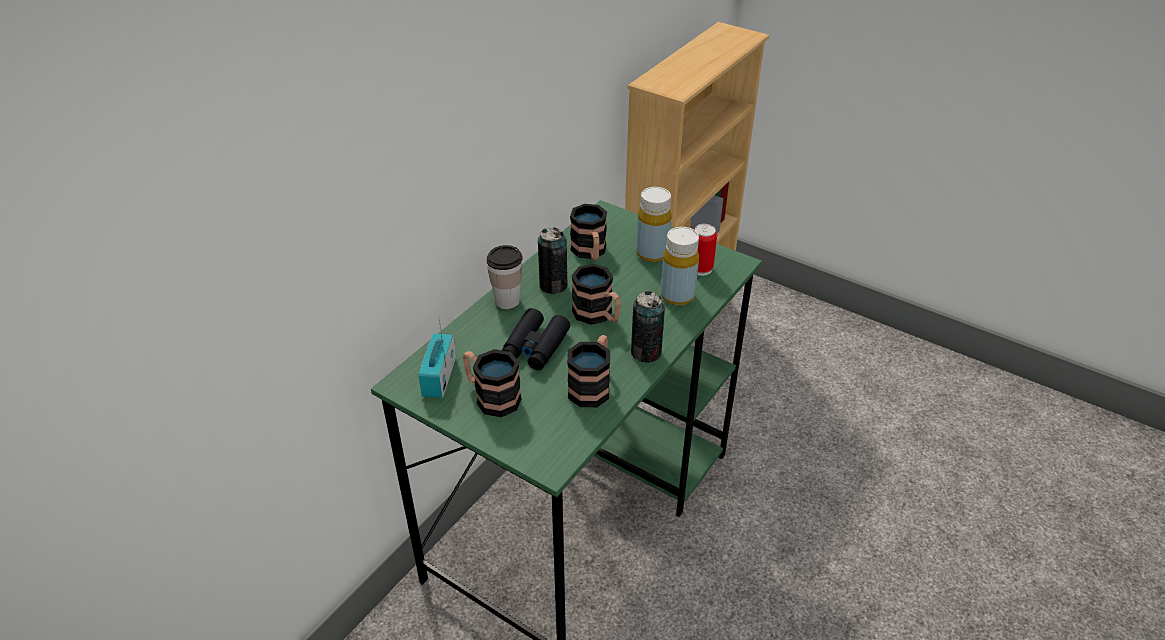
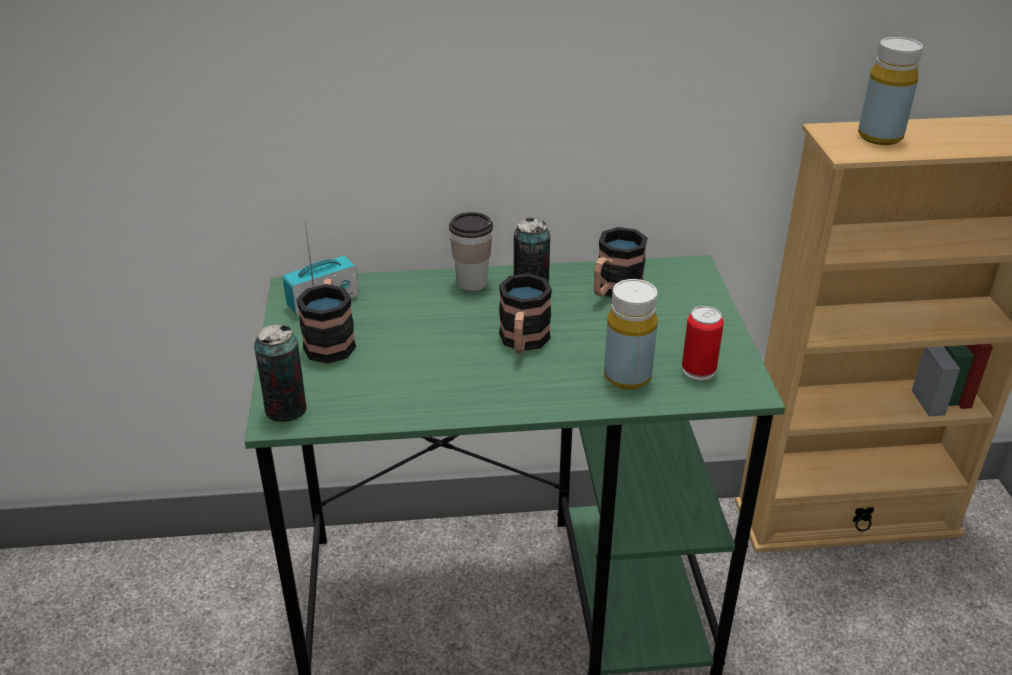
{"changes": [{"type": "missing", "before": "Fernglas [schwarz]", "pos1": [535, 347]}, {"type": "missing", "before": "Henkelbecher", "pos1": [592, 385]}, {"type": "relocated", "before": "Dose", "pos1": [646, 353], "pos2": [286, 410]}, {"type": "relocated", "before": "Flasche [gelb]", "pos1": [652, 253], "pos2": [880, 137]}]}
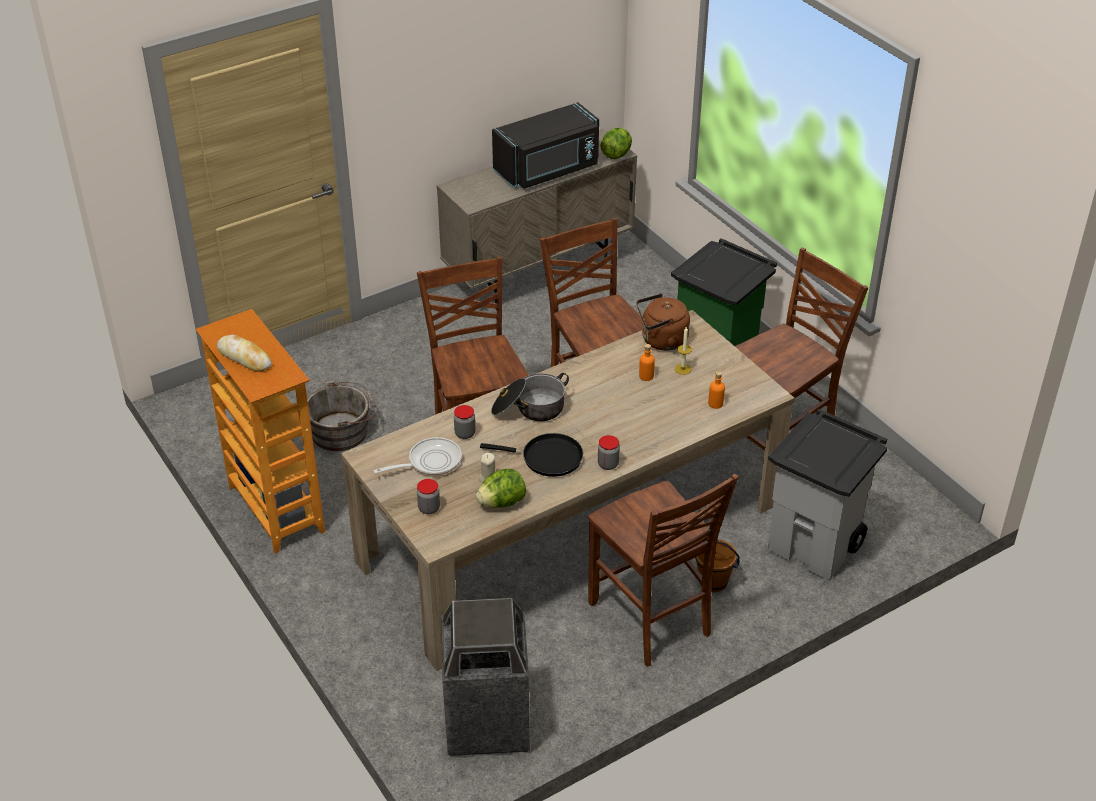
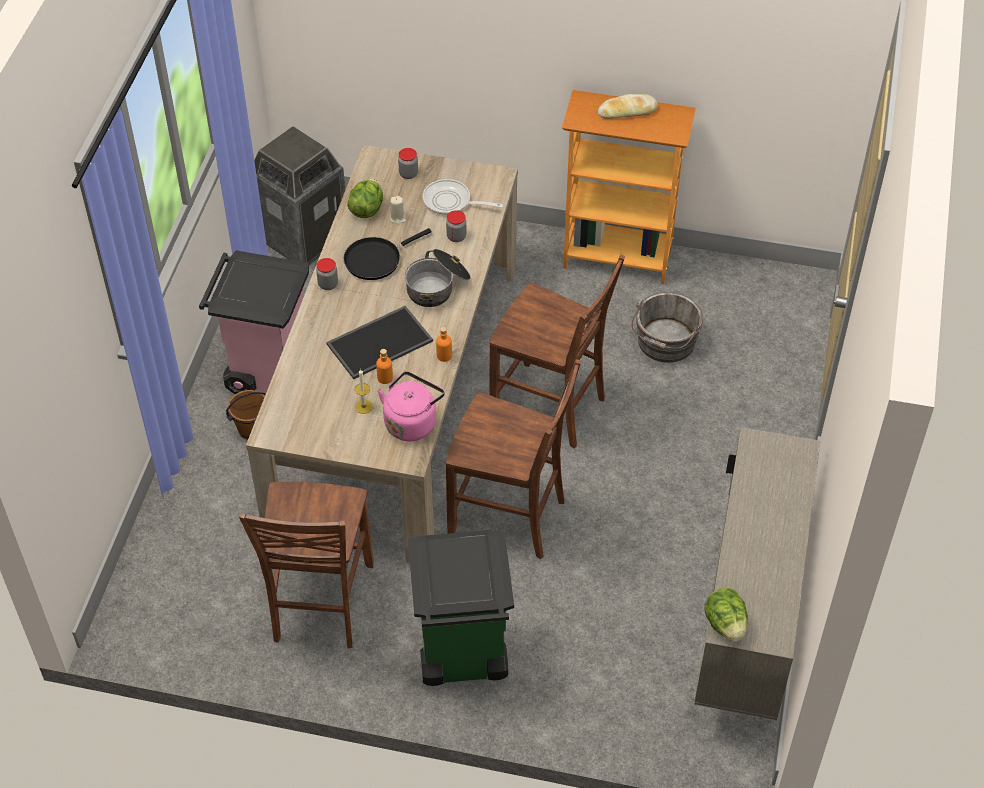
{"changes": [{"type": "missing", "before": "Mikrowelle [schwarz]", "pos1": [548, 170]}, {"type": "missing", "before": "Mülleimer [grau]", "pos1": [816, 546]}, {"type": "appeared", "after": "Tablett", "pos2": [380, 341]}, {"type": "relocated", "before": "Flasche [orange]", "pos1": [715, 404], "pos2": [444, 356]}, {"type": "exchanged", "before": "Stuhl [braun]", "after": "Mülleimer [rosa]", "pos1": [651, 620], "pos2": [268, 370]}, {"type": "colour", "before": "Wasserkessel [braun]", "after": "Wasserkessel [rosa]", "pos1": [661, 341], "pos2": [412, 422]}, {"type": "spun", "before": "Pfanne", "pos1": [430, 462], "pos2": [451, 202], "turn": 90}]}
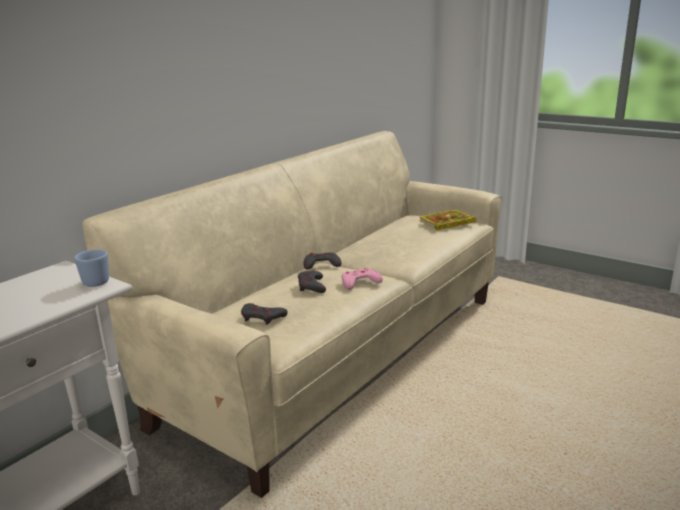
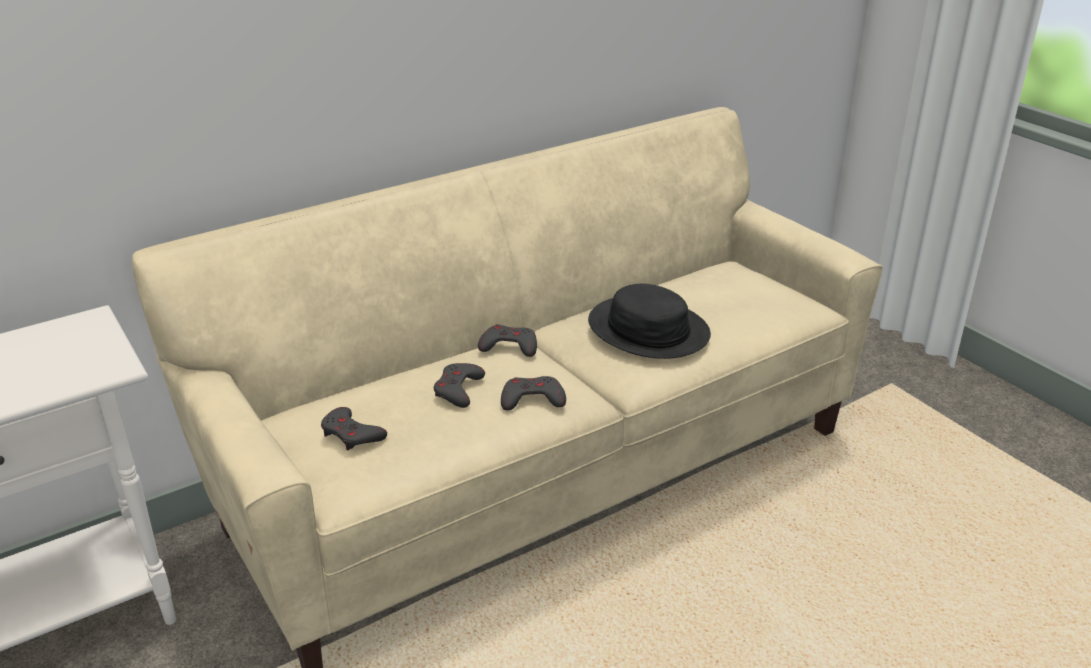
{"changes": [{"type": "missing", "before": "Henkelbecher [blau]", "pos1": [98, 281]}, {"type": "missing", "before": "Buch", "pos1": [446, 223]}, {"type": "appeared", "after": "Hut [schwarz]", "pos2": [648, 330]}, {"type": "colour", "before": "Gamepad [rosa]", "after": "Gamepad [grau]", "pos1": [359, 282], "pos2": [532, 399]}]}
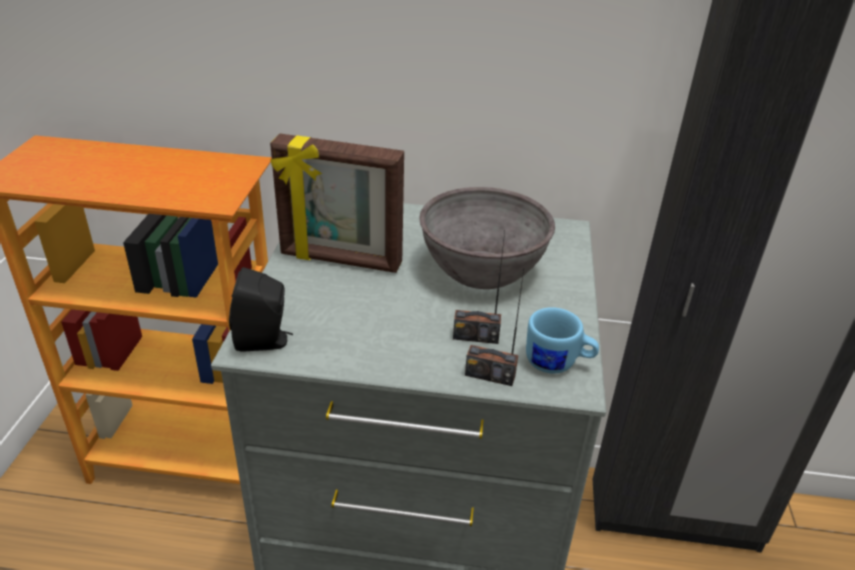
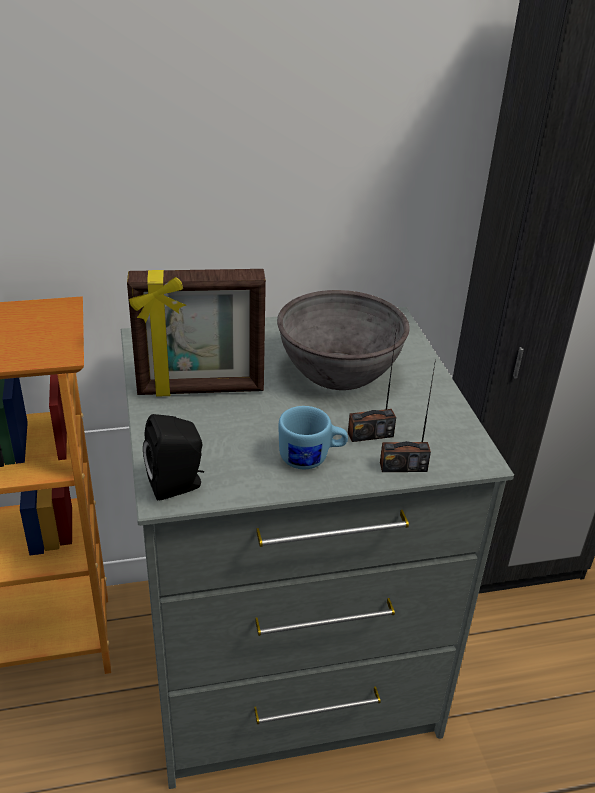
{"changes": [{"type": "relocated", "before": "Henkelbecher [blau]", "pos1": [558, 364], "pos2": [311, 458]}]}
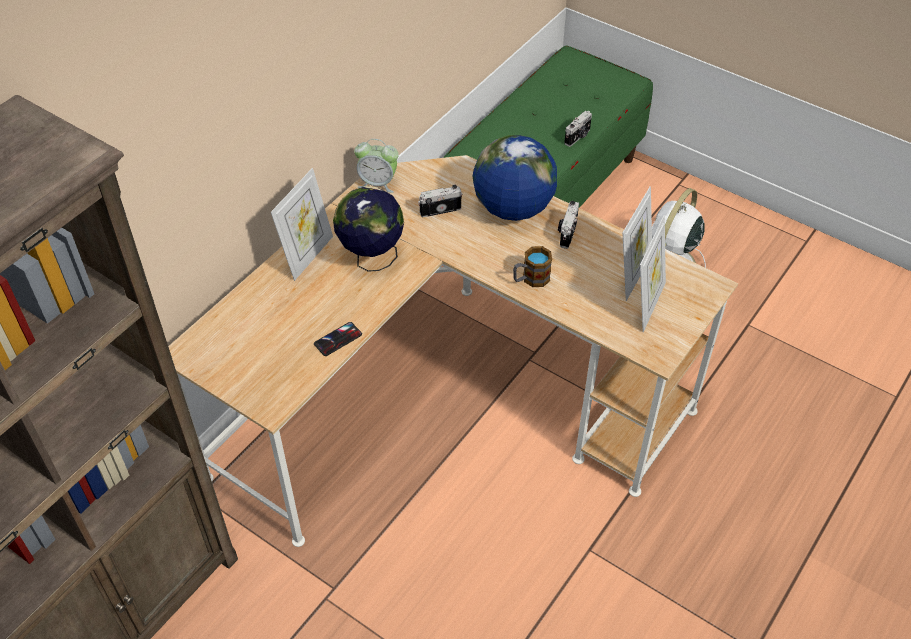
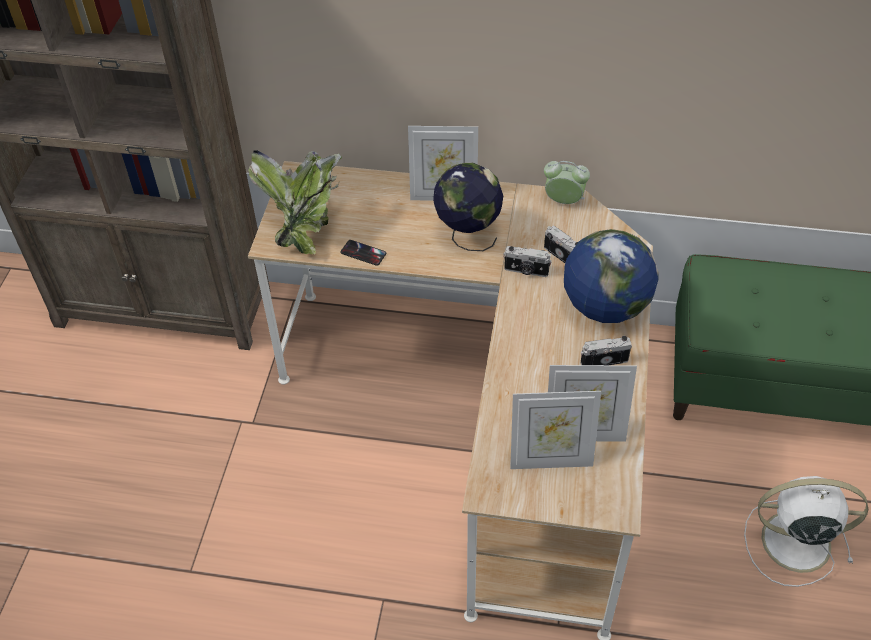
{"changes": [{"type": "missing", "before": "Henkelbecher", "pos1": [530, 279]}, {"type": "appeared", "after": "Topfpflanze", "pos2": [305, 224]}, {"type": "relocated", "before": "Kamera", "pos1": [578, 137], "pos2": [526, 271]}, {"type": "spun", "before": "Wecker", "pos1": [378, 183], "pos2": [563, 201], "turn": 120}]}
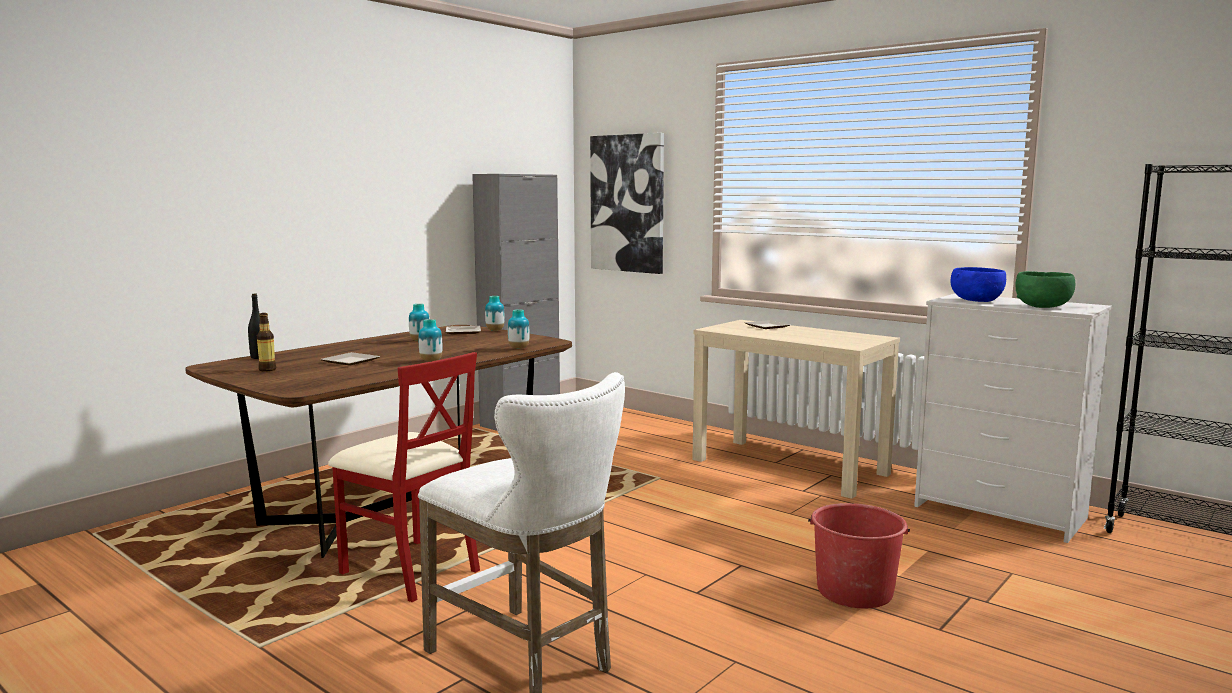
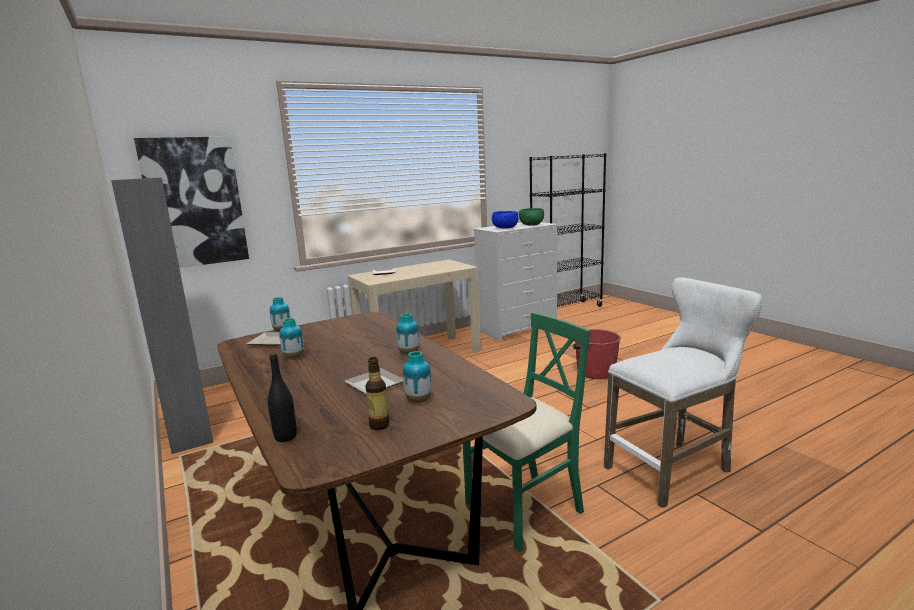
{"changes": [{"type": "relocated", "before": "Vase", "pos1": [518, 348], "pos2": [418, 400]}, {"type": "colour", "before": "Stuhl [rot]", "after": "Stuhl [grün]", "pos1": [410, 570], "pos2": [524, 510]}]}
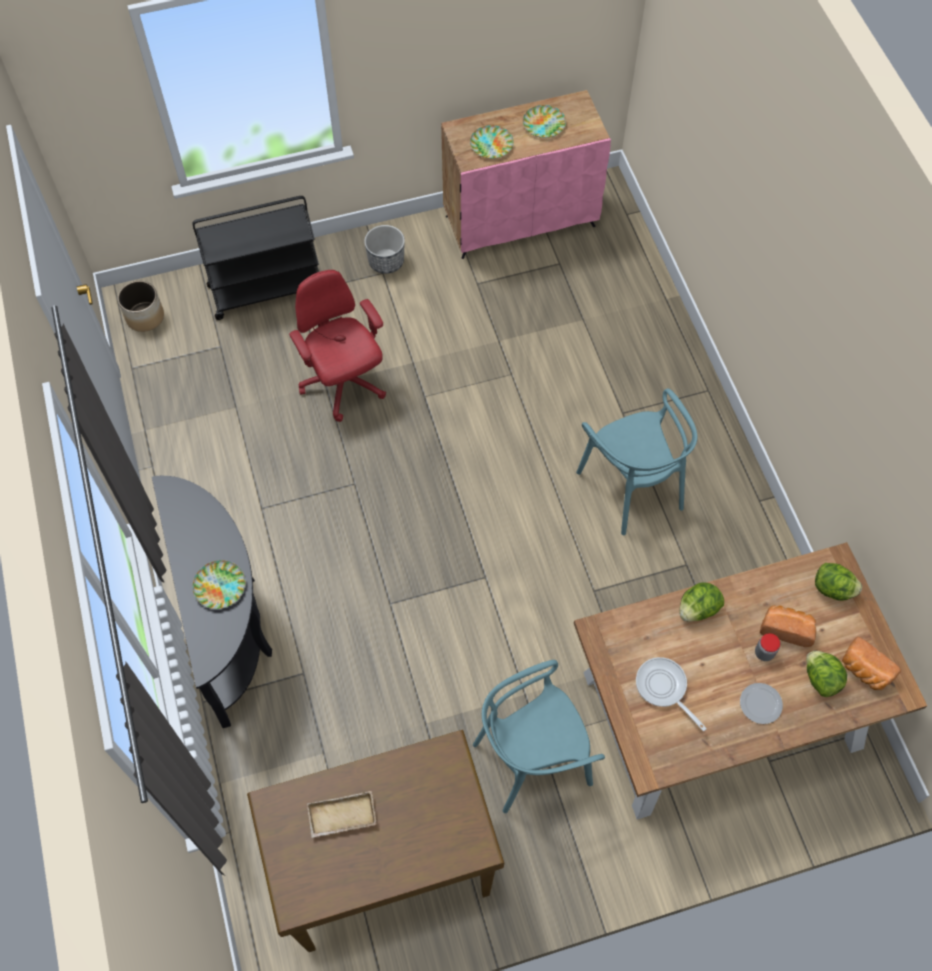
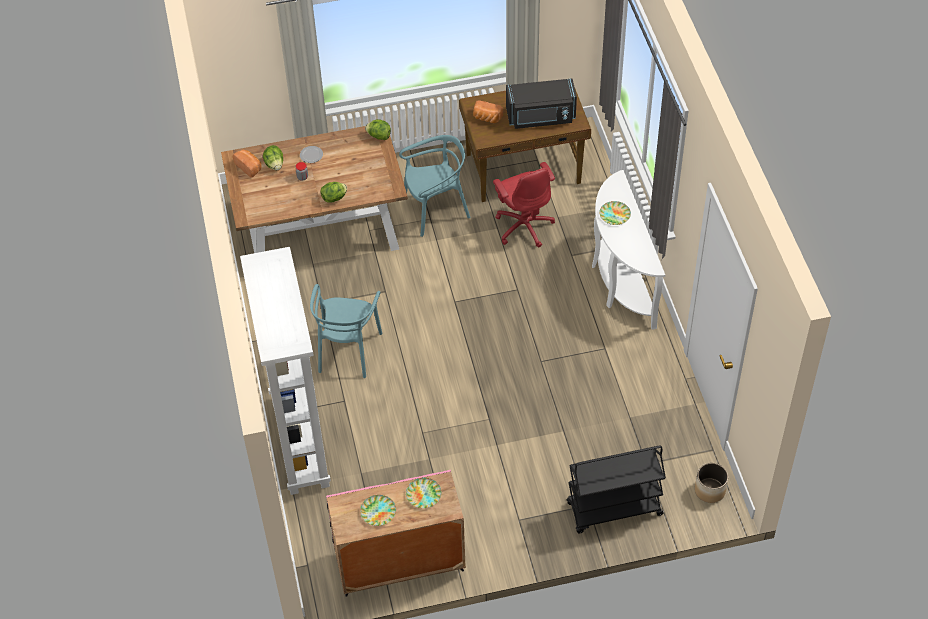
{"changes": [{"type": "missing", "before": "Pflanzkübel", "pos1": [386, 261]}, {"type": "missing", "before": "Pfanne", "pos1": [663, 688]}, {"type": "appeared", "after": "Bücherregal [weiß]", "pos2": [299, 442]}, {"type": "relocated", "before": "Bürostuhl [rot]", "pos1": [344, 384], "pos2": [524, 226]}, {"type": "relocated", "before": "Brot", "pos1": [786, 628], "pos2": [487, 118]}, {"type": "relocated", "before": "Salatkopf", "pos1": [833, 589], "pos2": [379, 136]}, {"type": "exchanged", "before": "Tablett [beige]", "after": "Mikrowelle [schwarz]", "pos1": [341, 818], "pos2": [541, 117]}, {"type": "colour", "before": "Konsolentisch [schwarz]", "after": "Konsolentisch [weiß]", "pos1": [230, 625], "pos2": [619, 282]}, {"type": "spun", "before": "Stuhl [türkis]", "pos1": [632, 487], "pos2": [347, 351], "turn": -150}]}
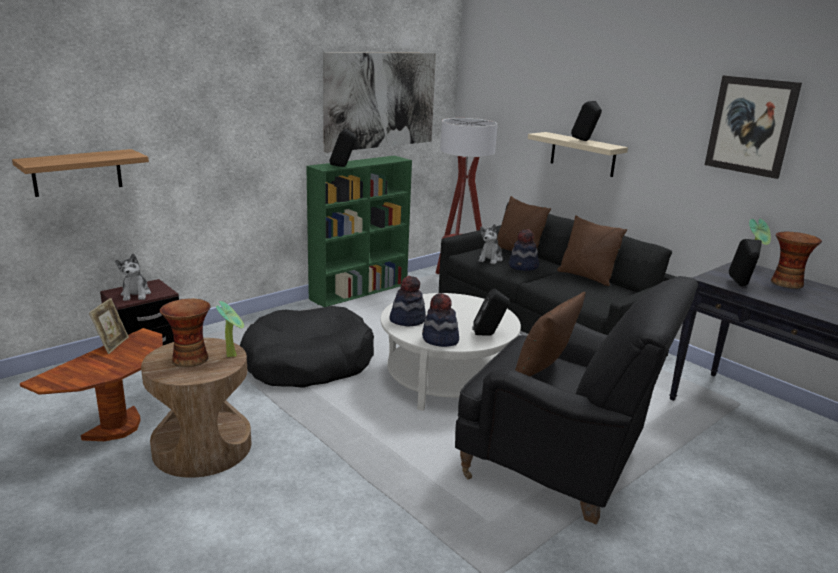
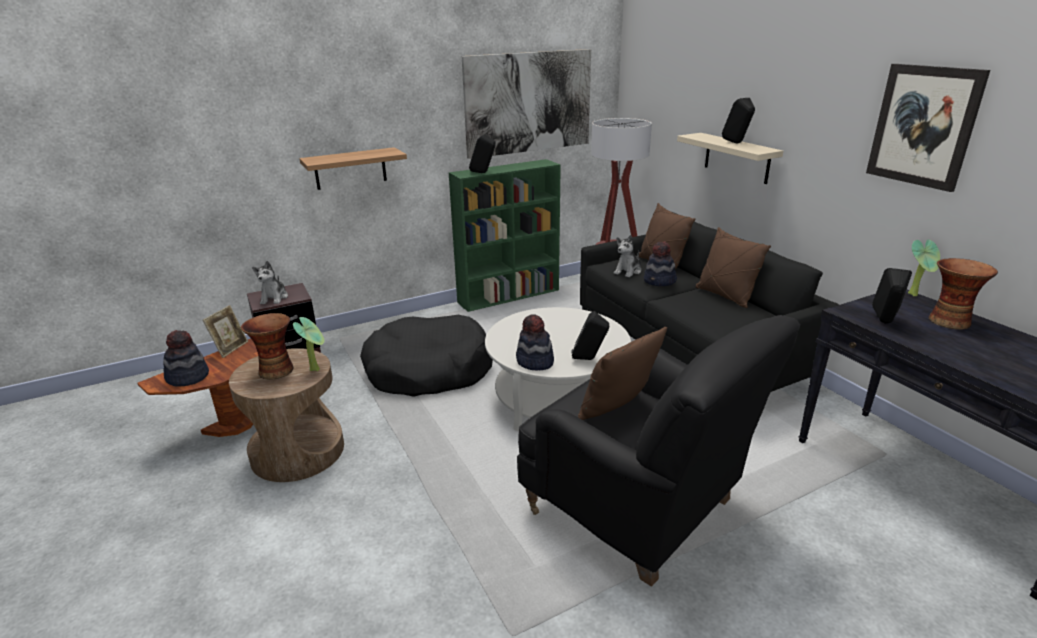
{"changes": [{"type": "relocated", "before": "Wandregal", "pos1": [77, 172], "pos2": [350, 168]}, {"type": "relocated", "before": "Hut", "pos1": [407, 320], "pos2": [188, 377]}]}
